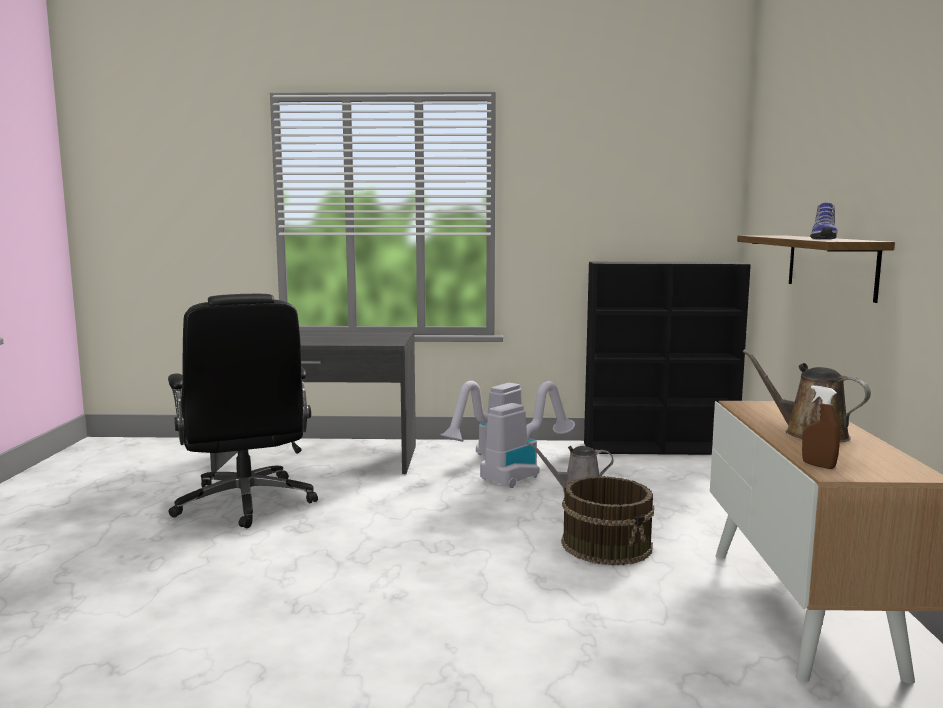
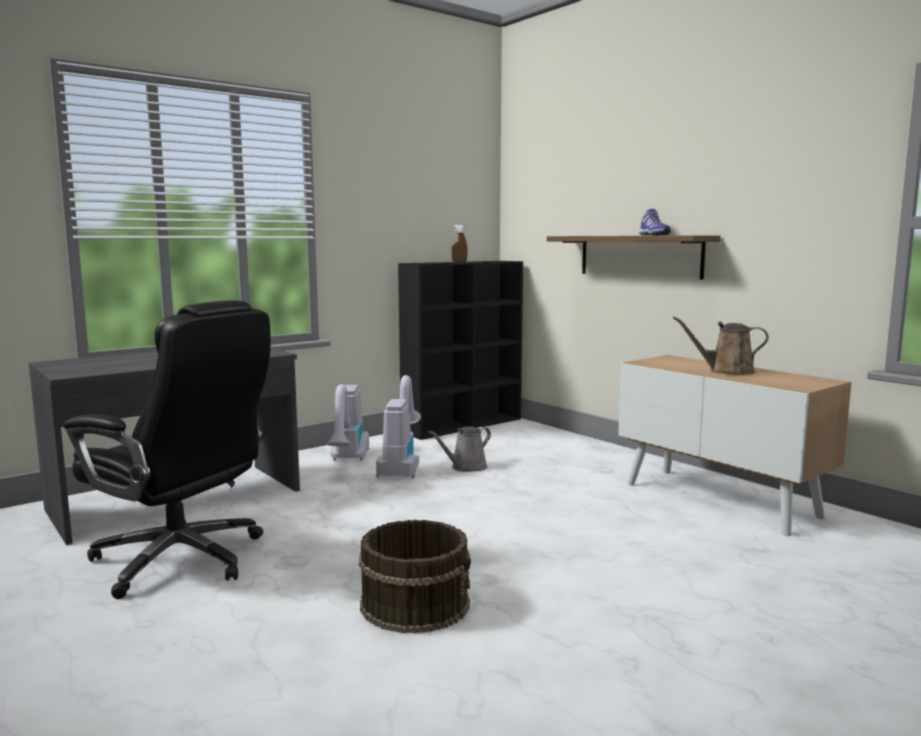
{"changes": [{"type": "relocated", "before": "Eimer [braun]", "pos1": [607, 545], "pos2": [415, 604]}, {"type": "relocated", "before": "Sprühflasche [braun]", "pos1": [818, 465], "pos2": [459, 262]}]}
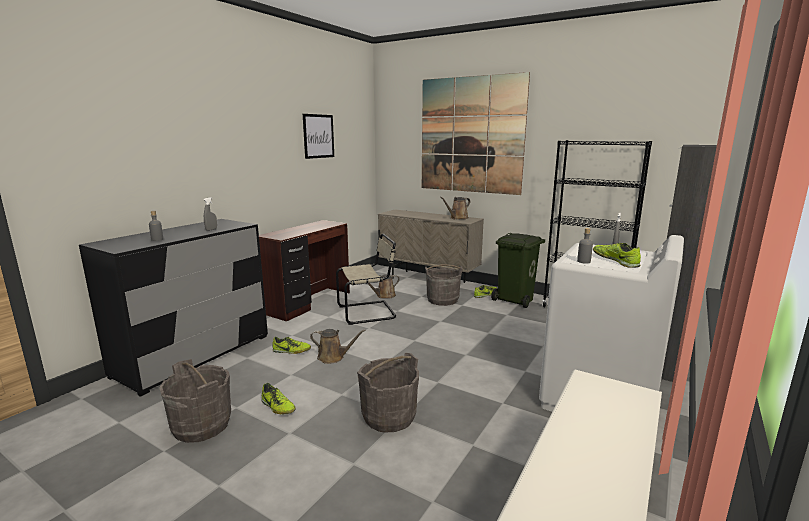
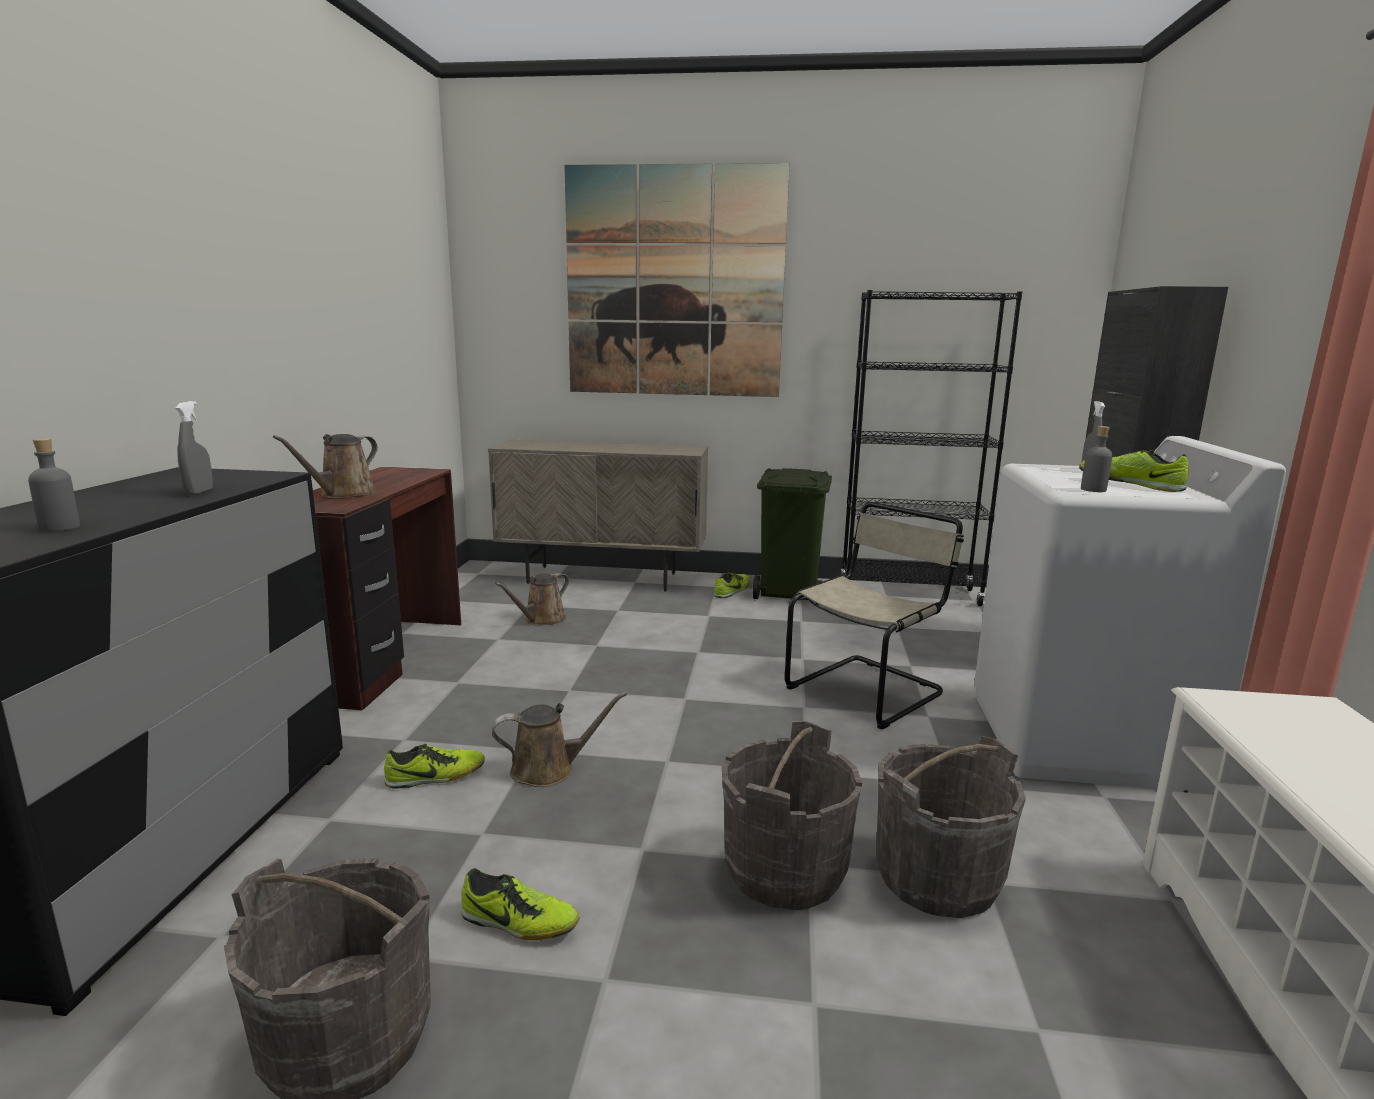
{"changes": [{"type": "missing", "before": "Bild", "pos1": [318, 136]}, {"type": "relocated", "before": "Stuhl [beige]", "pos1": [369, 312], "pos2": [868, 690]}, {"type": "relocated", "before": "Eimer [grau]", "pos1": [442, 300], "pos2": [937, 878]}, {"type": "relocated", "before": "Gießkanne [braun]", "pos1": [457, 218], "pos2": [343, 494]}]}
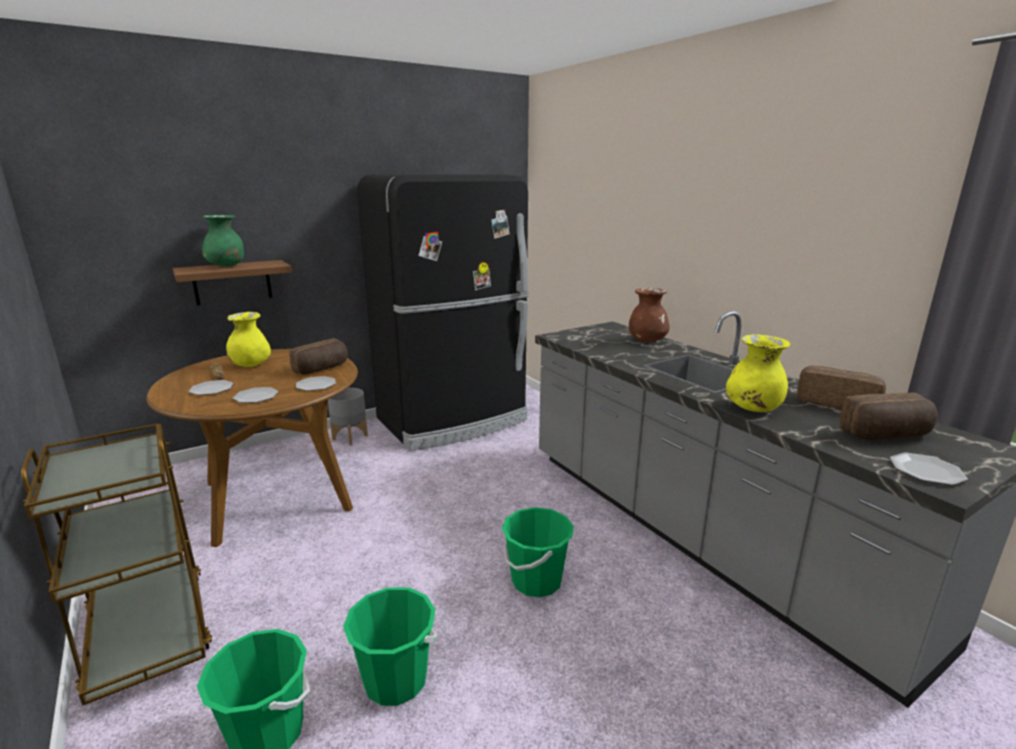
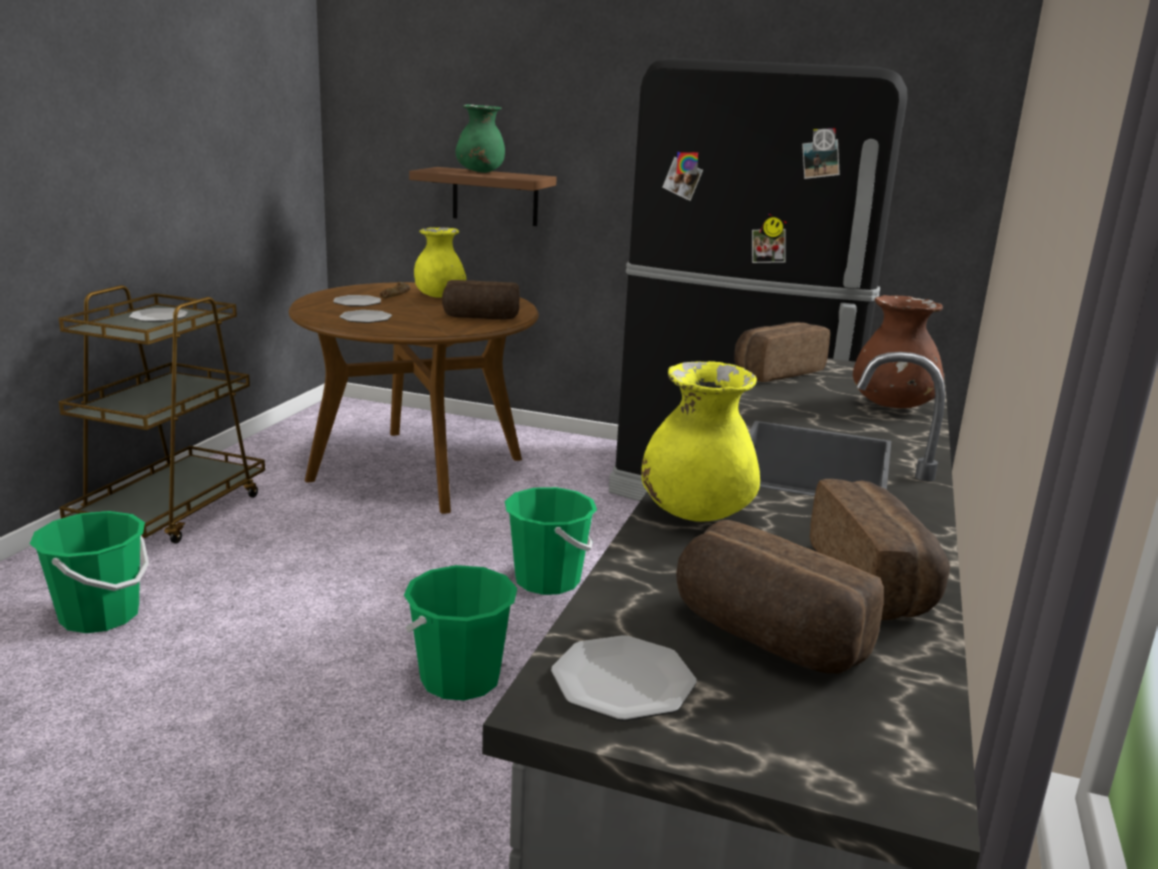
{"changes": [{"type": "missing", "before": "Pflanzkübel [grau]", "pos1": [350, 437]}, {"type": "appeared", "after": "Brot", "pos2": [775, 372]}, {"type": "relocated", "before": "Teller", "pos1": [315, 385], "pos2": [158, 317]}, {"type": "relocated", "before": "Eimer [grün]", "pos1": [396, 680], "pos2": [547, 580]}]}
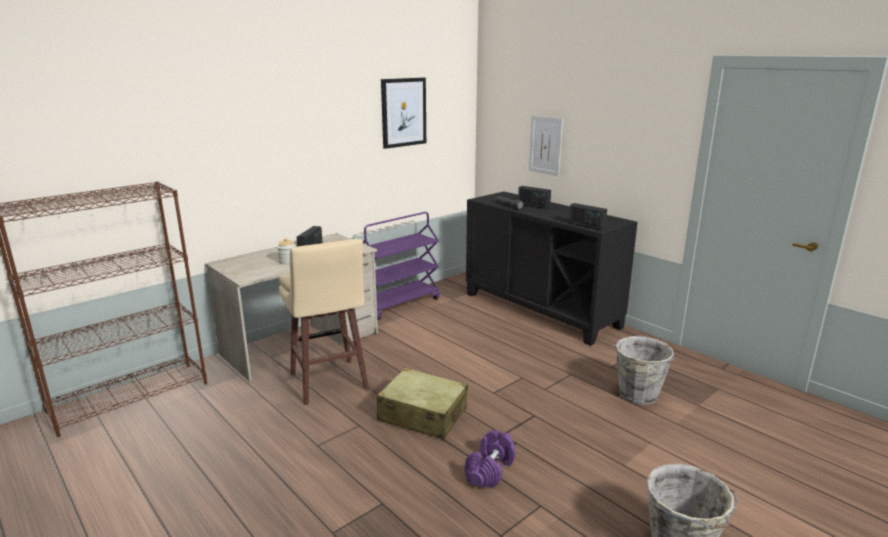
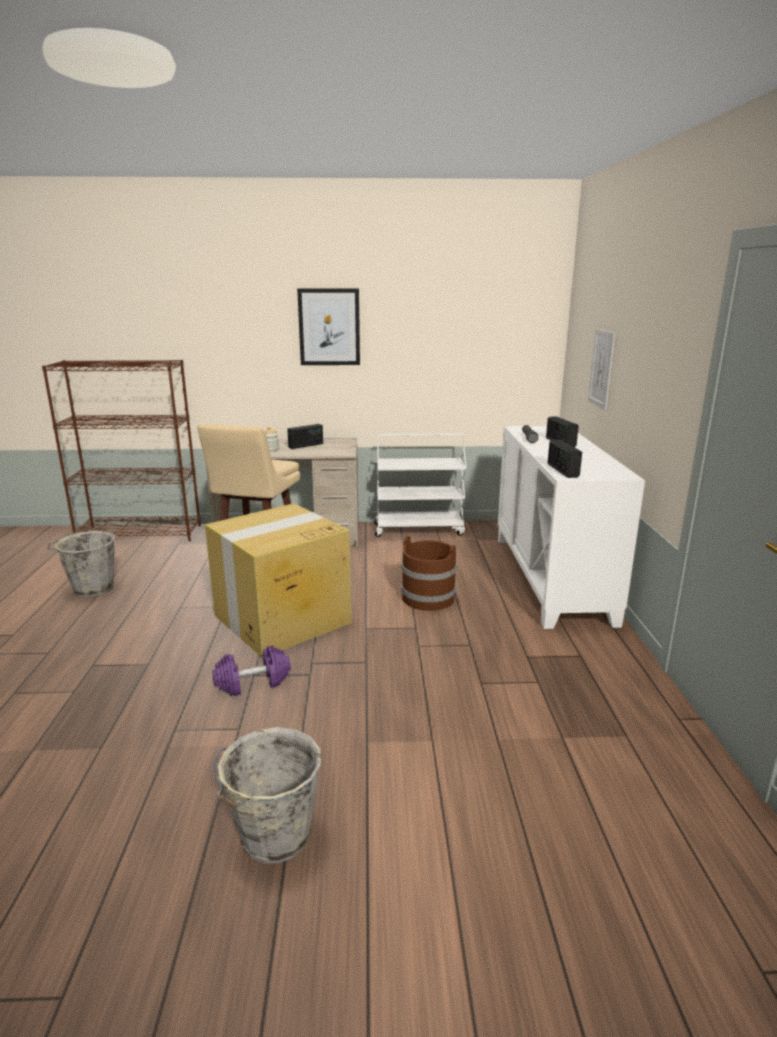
{"changes": [{"type": "appeared", "after": "Eimer [braun]", "pos2": [428, 598]}, {"type": "relocated", "before": "Bild", "pos1": [403, 112], "pos2": [329, 327]}, {"type": "relocated", "before": "Eimer [grau]", "pos1": [638, 395], "pos2": [91, 589]}, {"type": "exchanged", "before": "Koffer [beige]", "after": "Karton", "pos1": [422, 414], "pos2": [280, 619]}, {"type": "colour", "before": "Rollwagen [lila]", "after": "Rollwagen [weiß]", "pos1": [399, 303], "pos2": [419, 529]}, {"type": "colour", "before": "Schrank [schwarz]", "after": "Schrank [weiß]", "pos1": [541, 310], "pos2": [552, 577]}]}
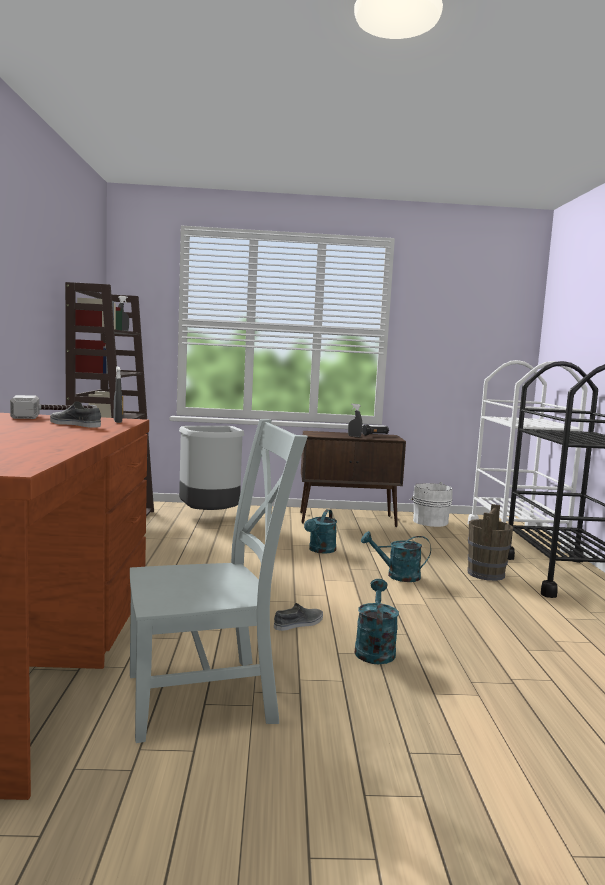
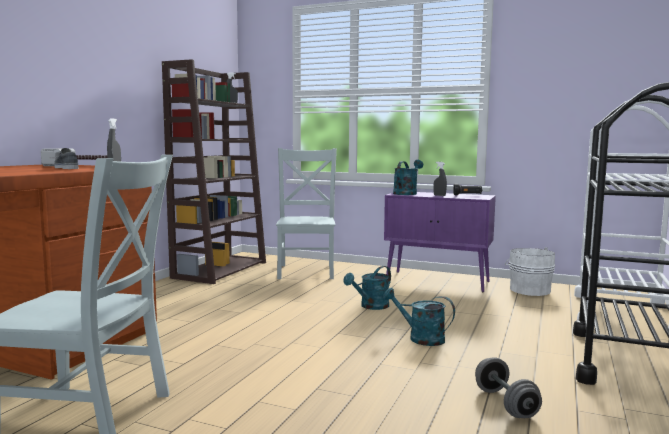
{"changes": [{"type": "missing", "before": "Schuh [grau]", "pos1": [299, 623]}, {"type": "missing", "before": "Eimer [braun]", "pos1": [486, 574]}, {"type": "appeared", "after": "Hantel [grau]", "pos2": [505, 404]}, {"type": "relocated", "before": "Gießkanne [türkis]", "pos1": [374, 649], "pos2": [406, 193]}, {"type": "exchanged", "before": "Mülleimer [grau]", "after": "Stuhl [grau]", "pos1": [210, 517], "pos2": [307, 271]}, {"type": "colour", "before": "Schrank [braun]", "after": "Schrank [lila]", "pos1": [348, 519], "pos2": [438, 281]}]}
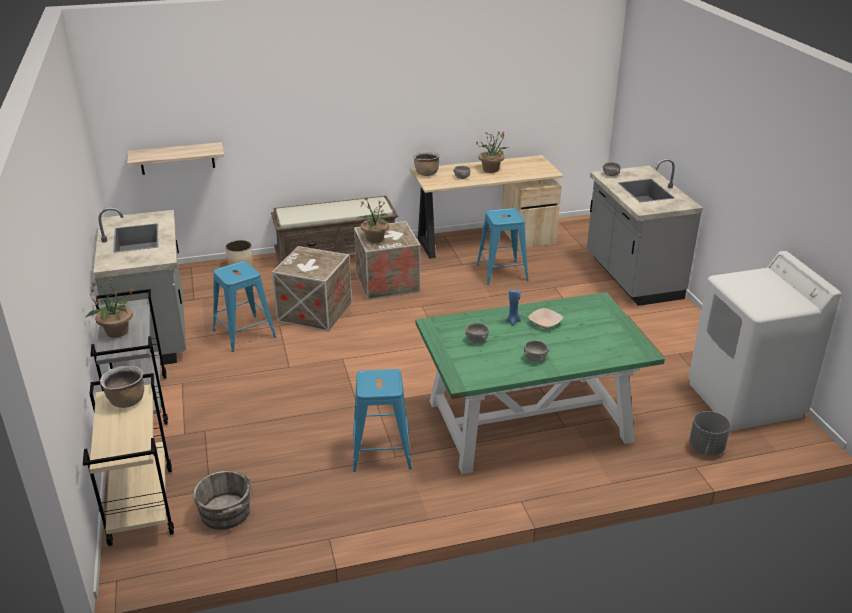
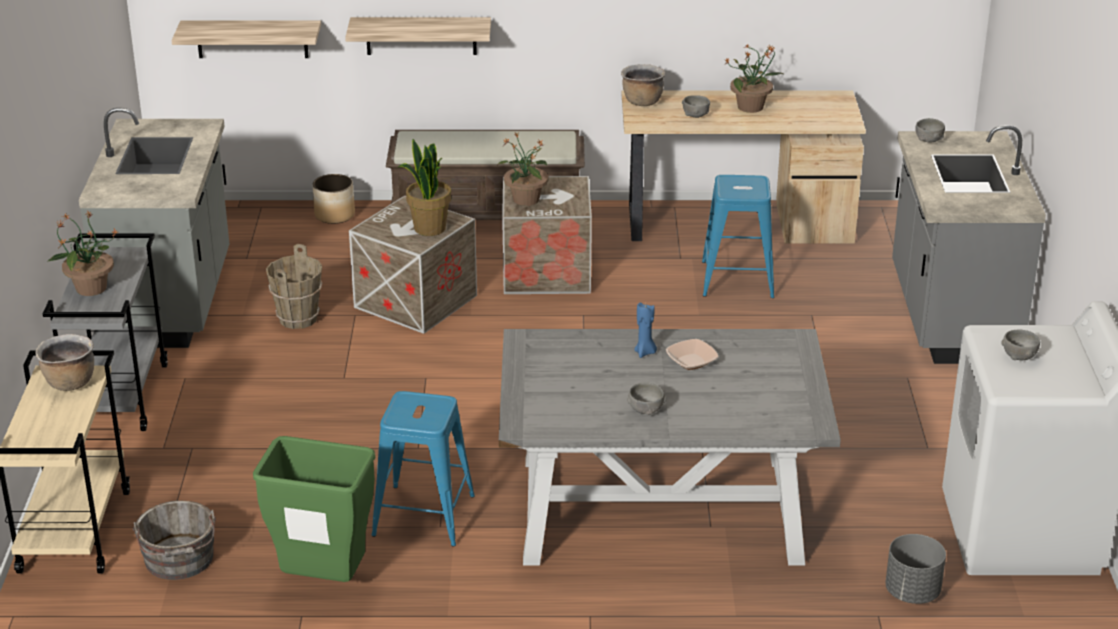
{"changes": [{"type": "appeared", "after": "Mülleimer [grün]", "pos2": [323, 581]}, {"type": "appeared", "after": "Wandregal", "pos2": [421, 35]}, {"type": "appeared", "after": "Topfpflanze", "pos2": [429, 228]}, {"type": "relocated", "before": "Schüssel [grau]", "pos1": [476, 340], "pos2": [1019, 356]}, {"type": "exchanged", "before": "Hocker [blau]", "after": "Eimer [braun]", "pos1": [244, 333], "pos2": [298, 319]}, {"type": "colour", "before": "Esstisch [grün]", "after": "Esstisch [grau]", "pos1": [529, 420], "pos2": [661, 509]}]}
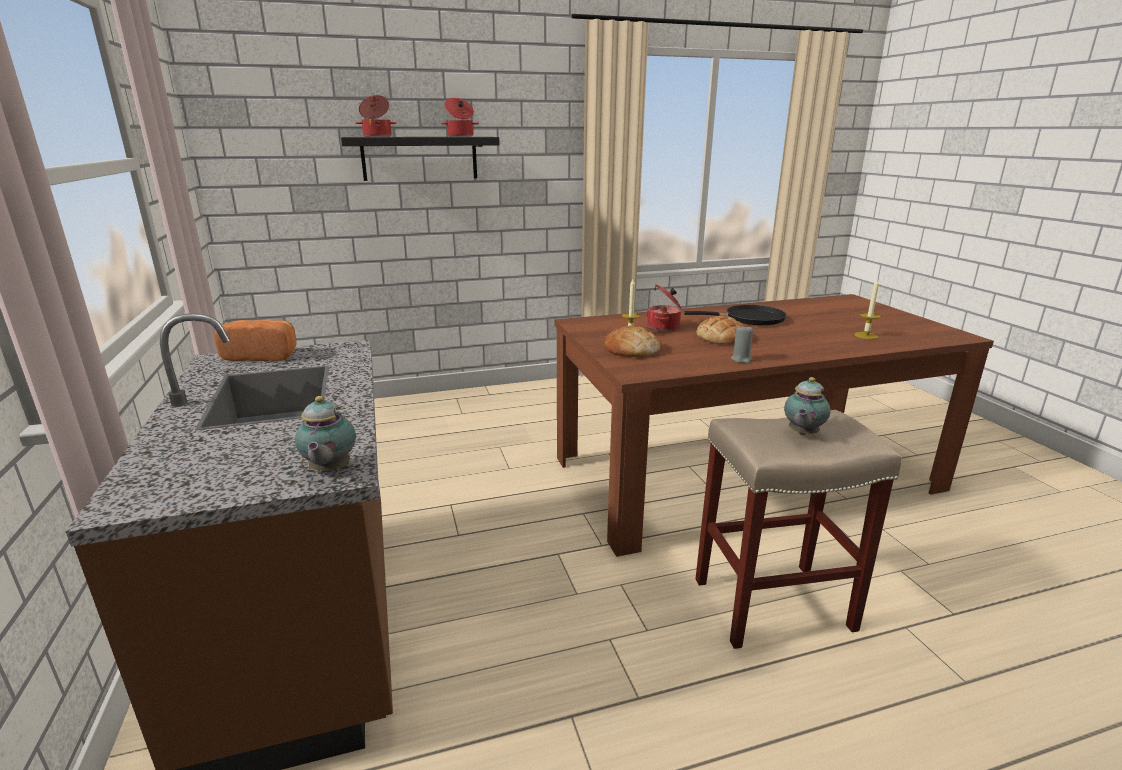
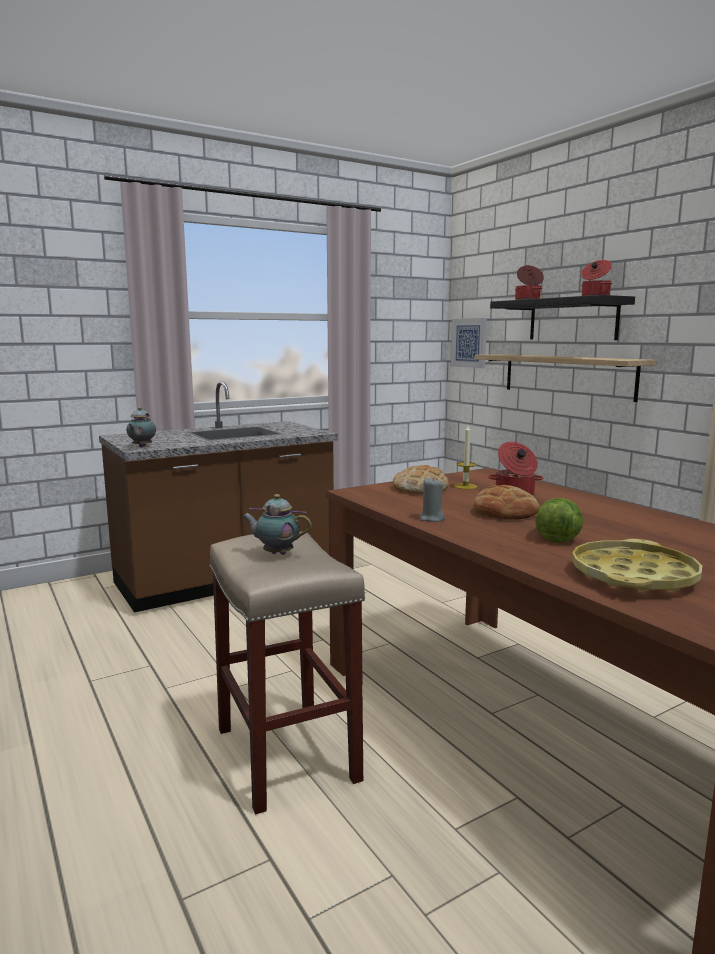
{"changes": [{"type": "missing", "before": "Brot", "pos1": [263, 355]}, {"type": "missing", "before": "Pfanne [schwarz]", "pos1": [750, 319]}, {"type": "appeared", "after": "Bild", "pos2": [469, 343]}, {"type": "appeared", "after": "Wandregal", "pos2": [567, 375]}, {"type": "appeared", "after": "Salatkopf", "pos2": [557, 536]}, {"type": "exchanged", "before": "Kerze", "after": "Tablett [gelb]", "pos1": [866, 335], "pos2": [633, 576]}, {"type": "spun", "before": "Teekanne", "pos1": [329, 470], "pos2": [141, 447], "turn": -60}]}
